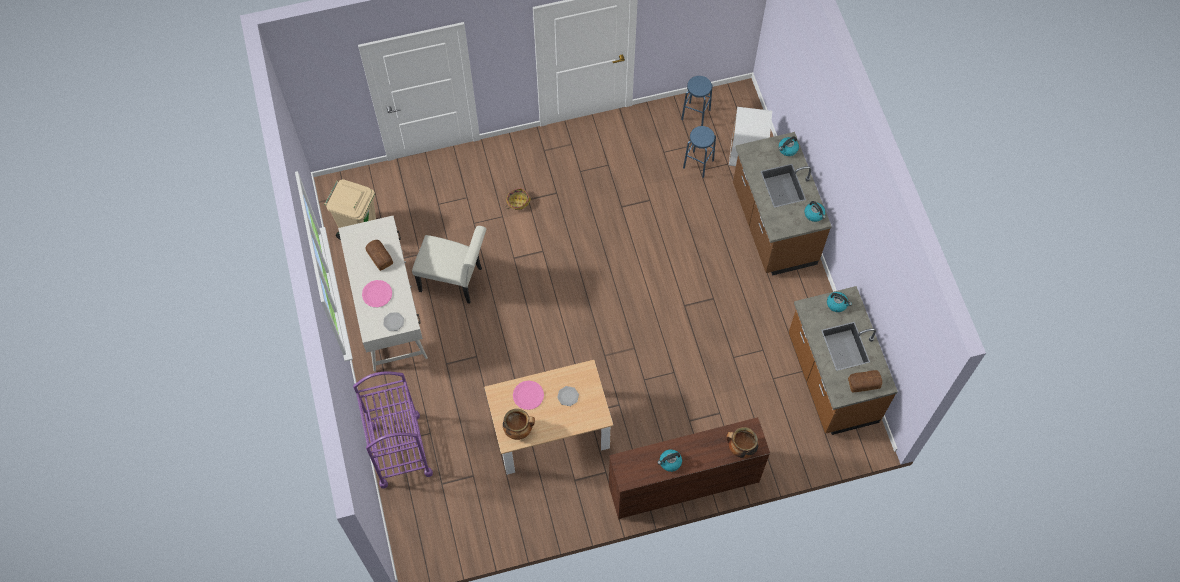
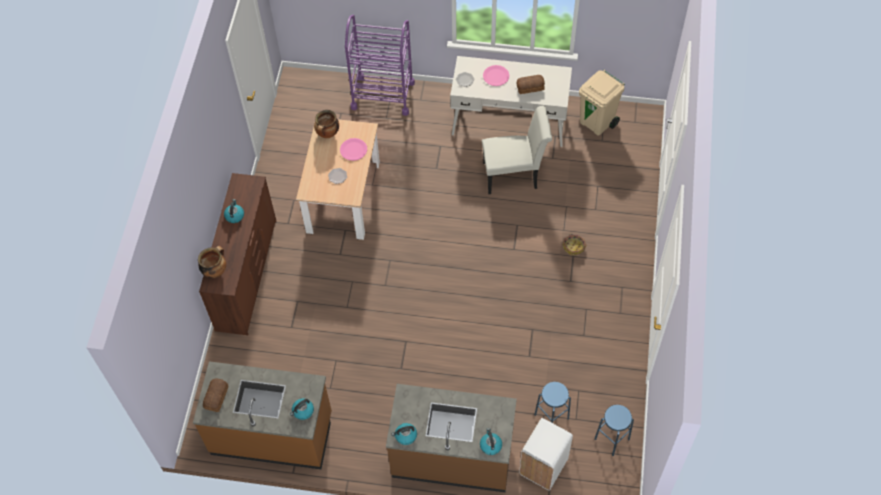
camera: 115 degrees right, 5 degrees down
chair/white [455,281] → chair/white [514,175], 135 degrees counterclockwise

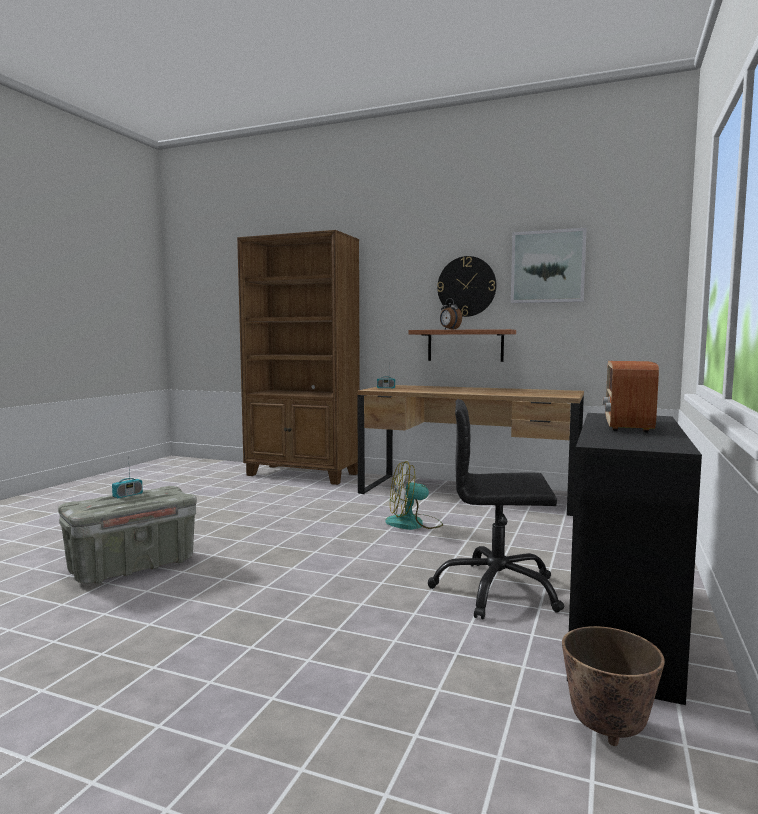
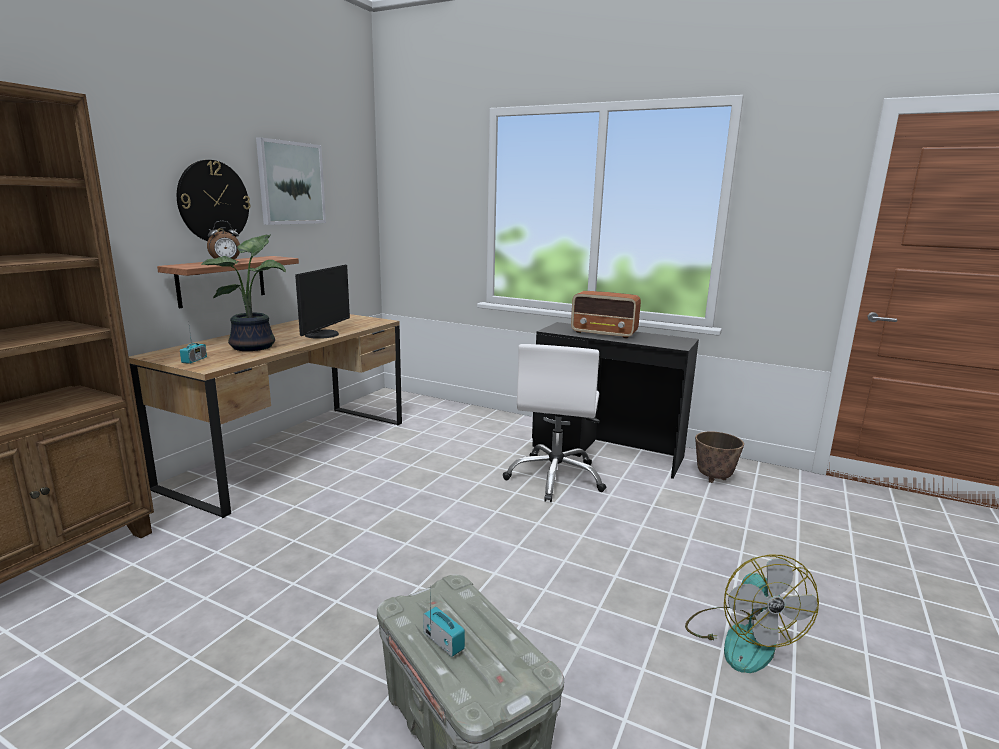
camera: 85 degrees left, 10 degrees up
office chair/black [496,590] → office chair/white [555,478]
fan [413,524] → fan [741,638], moved
- → potted plant [256,346]
- → monitor [323,335]

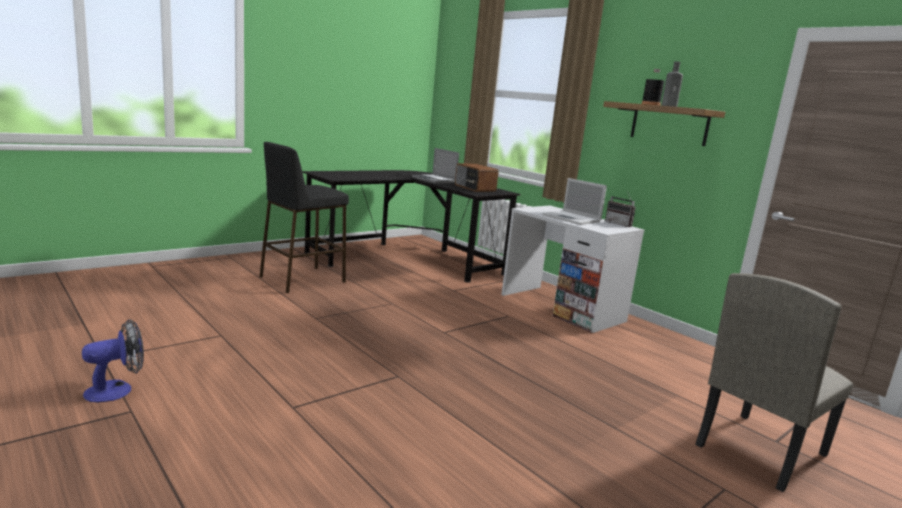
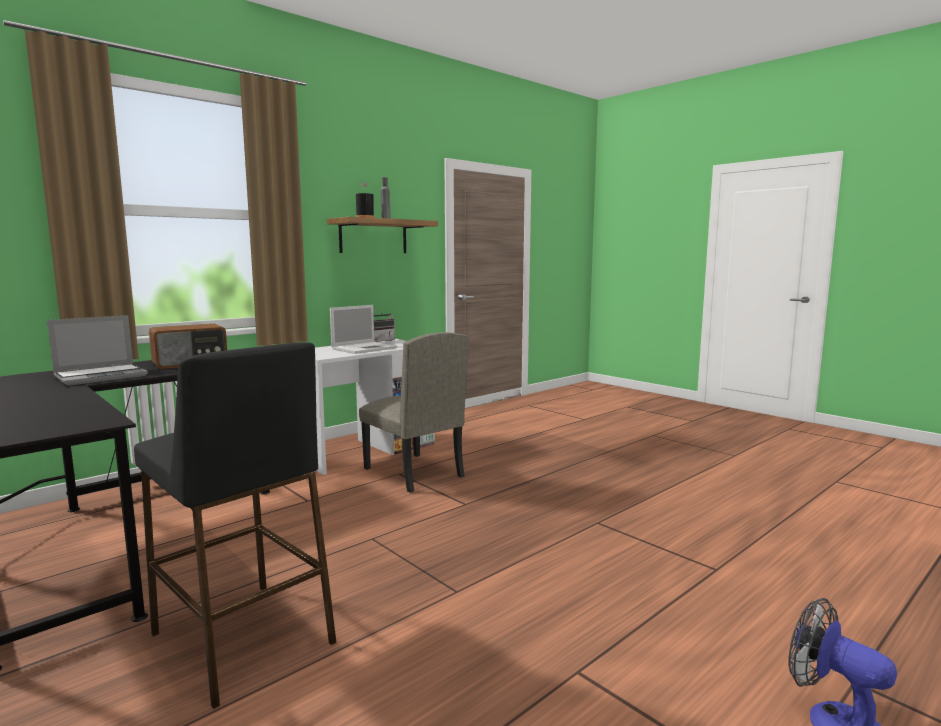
camera: 90 degrees left, 5 degrees down
chair/beige [759,449] → chair/beige [413,472], moved

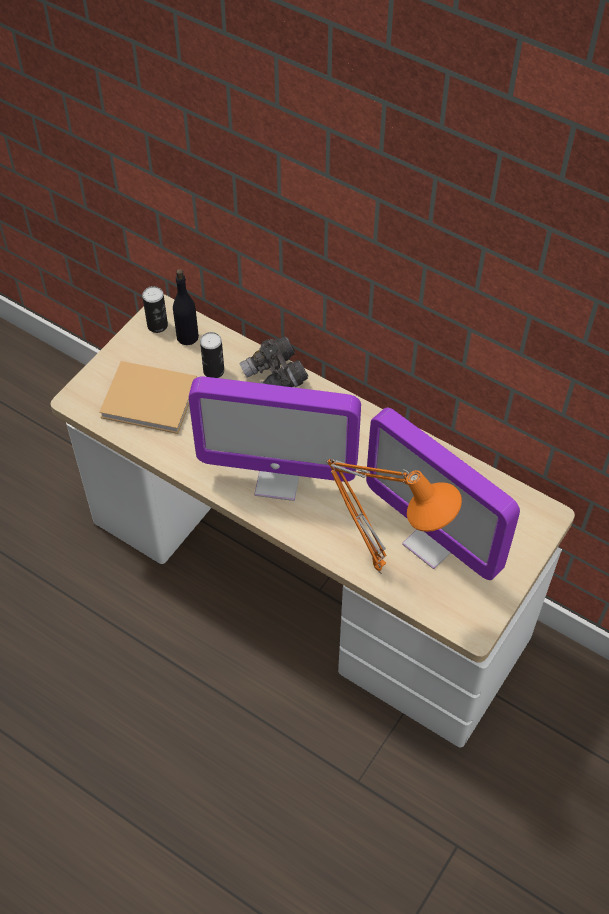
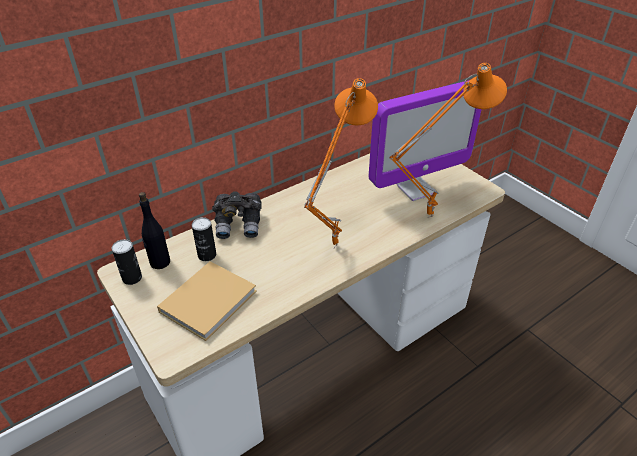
camera: 70 degrees left, 15 degrees down
monitor [278,479] → table lamp/orange [332,245]

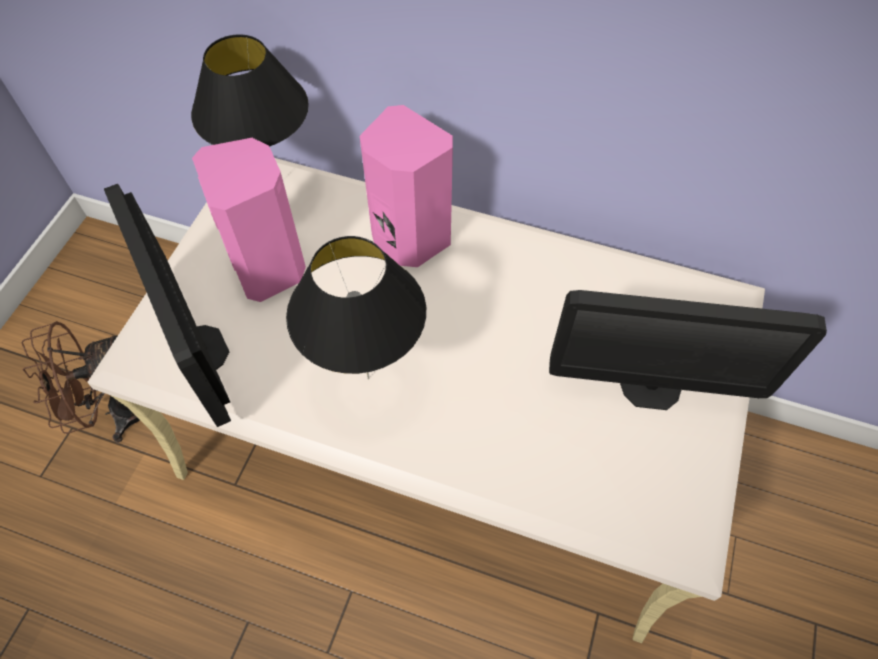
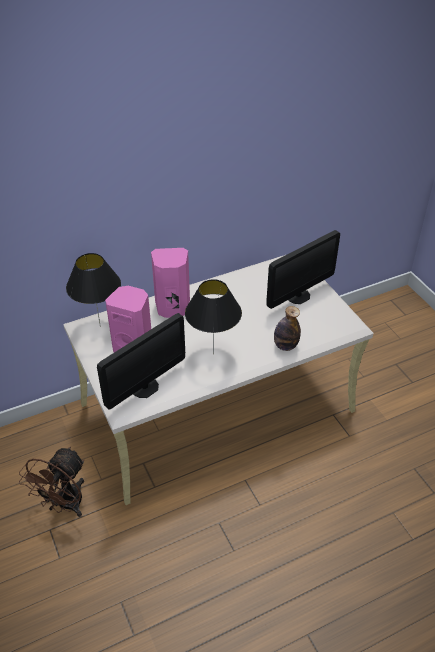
camera: 45 degrees left, 15 degrees down
monitor [201,350] → monitor [145,387], 60 degrees counterclockwise
- → bottle [285,346]

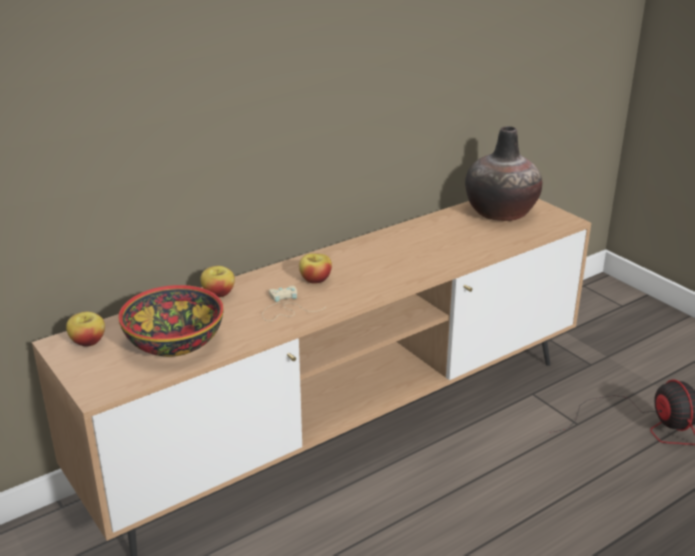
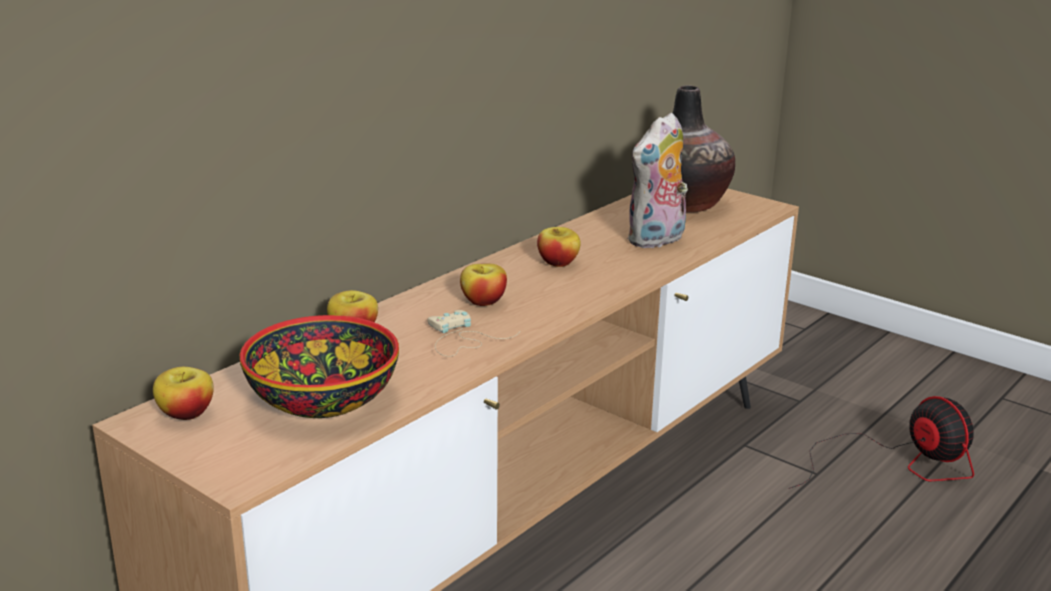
camera: 15 degrees left, 5 degrees down
- → plush toy [657,240]
- → apple [558,262]

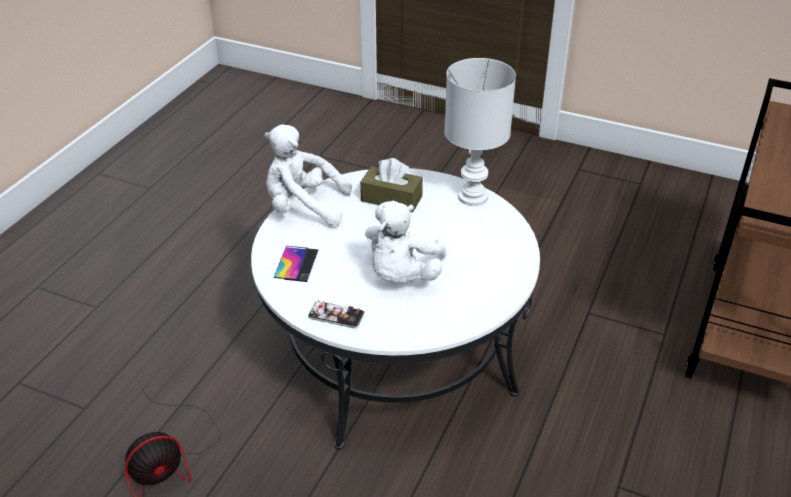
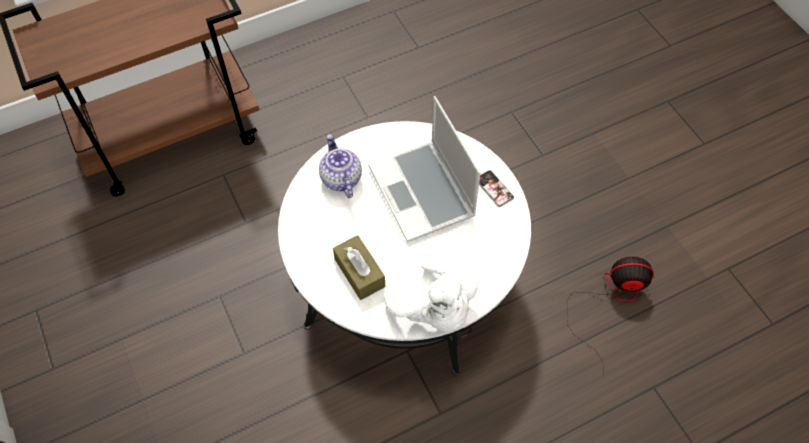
camera: 140 degrees left, 20 degrees up
table lamp/white [472,197] → -
plush toy/white [402,275] → laptop [423,192]
phone [296,264] → -
- → teapot [340,178]

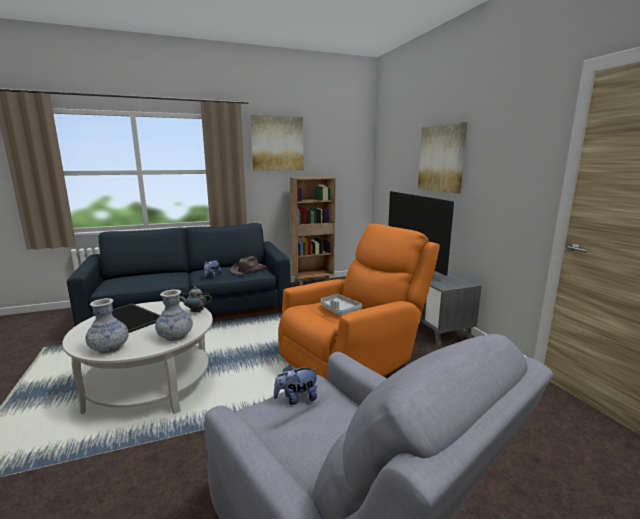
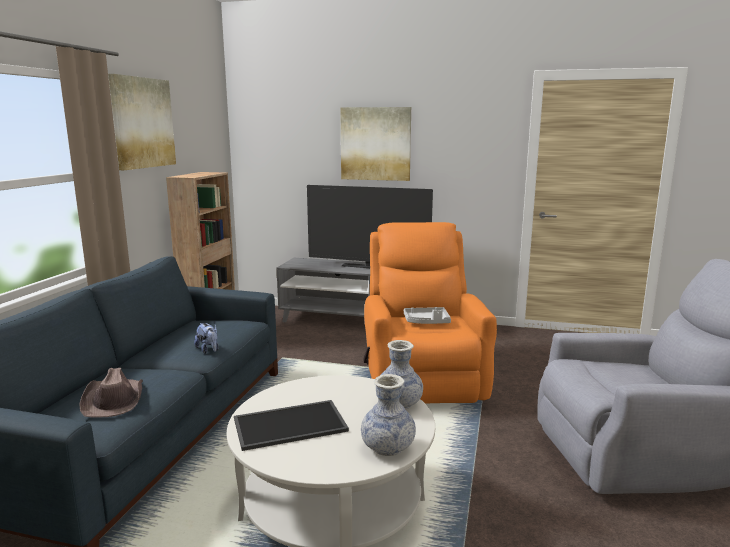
camera: 55 degrees left, 0 degrees up
hat/brown [248,270] → hat/brown [114,400], moved
teapot [196,312] → -
plush toy [296,399] → -

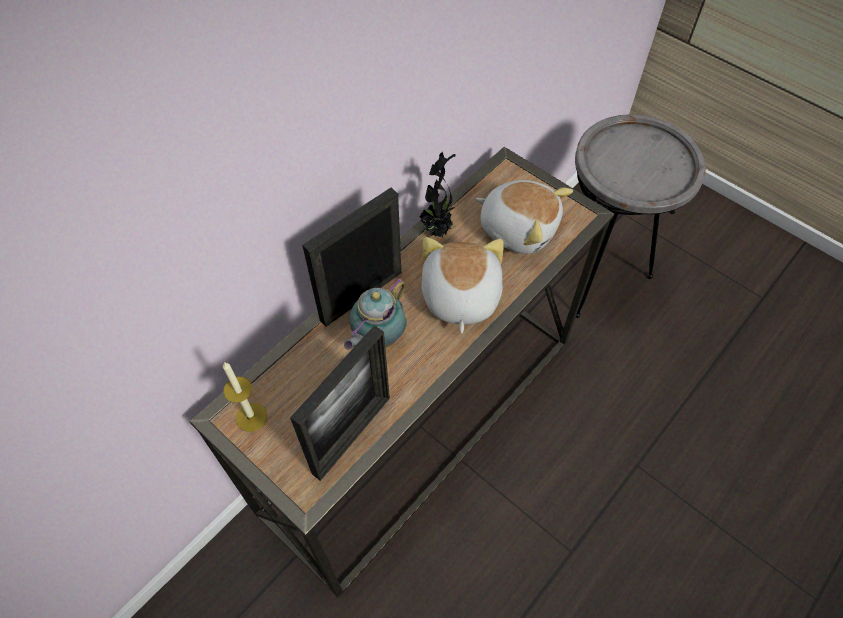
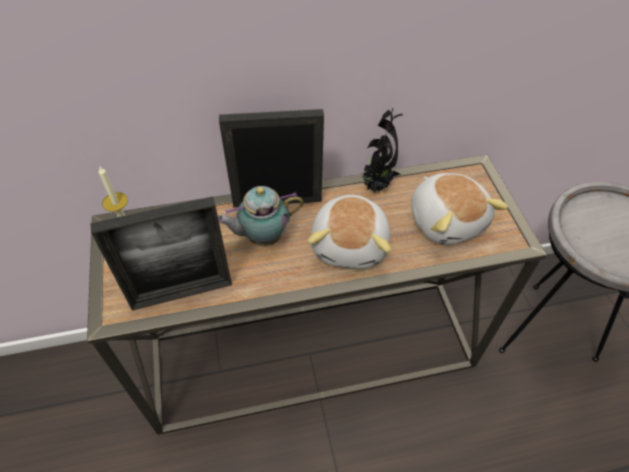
camera: 35 degrees right, 5 degrees down
plush toy [459,297] → plush toy [351,244], 150 degrees clockwise

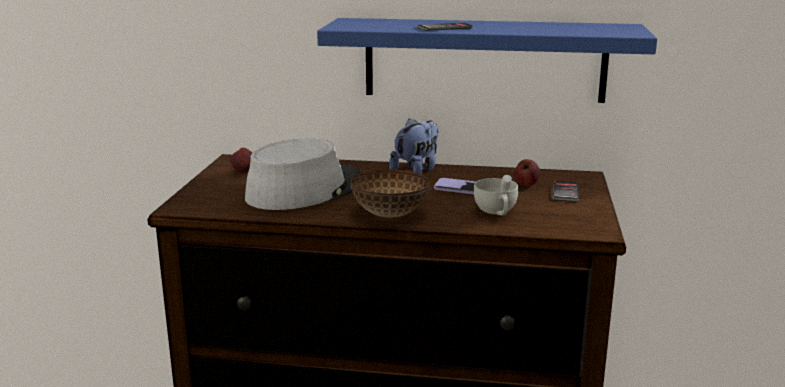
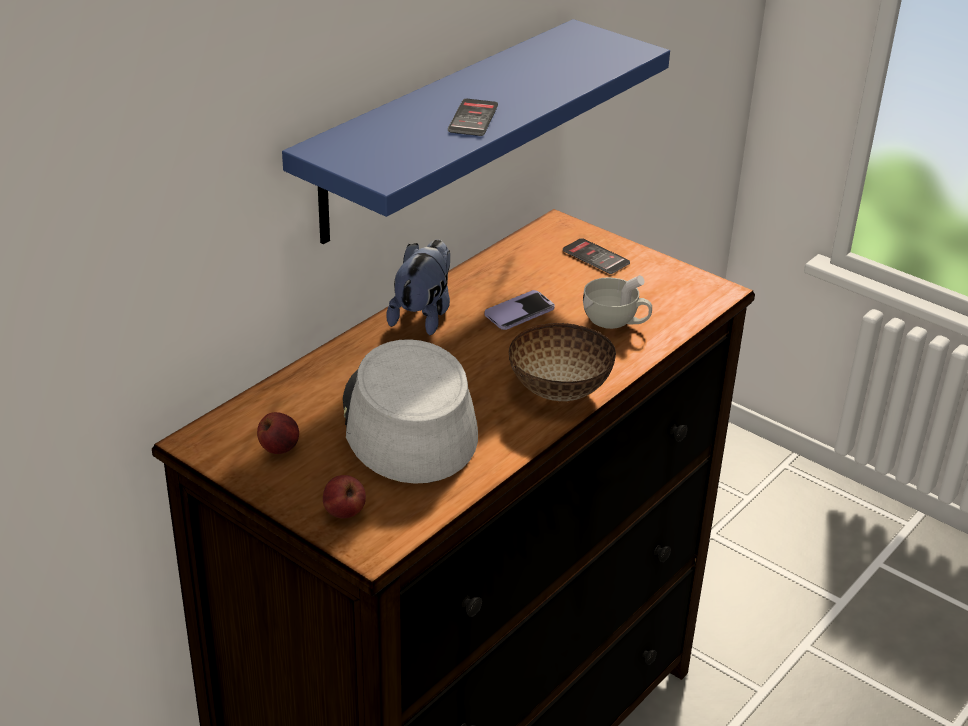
camera: 60 degrees left, 15 degrees up
plush toy [416,170] → plush toy [423,315], 45 degrees clockwise
apple [526,184] → apple [344,513], moved

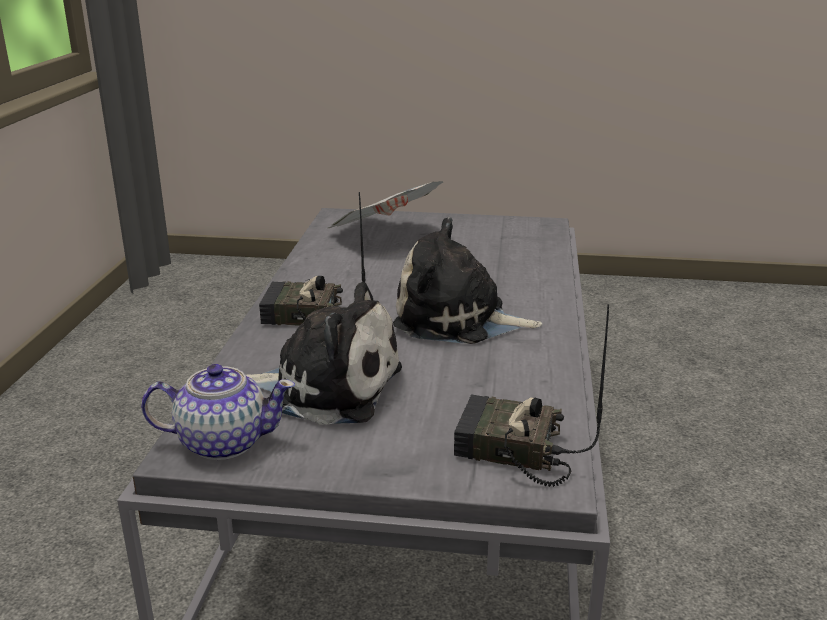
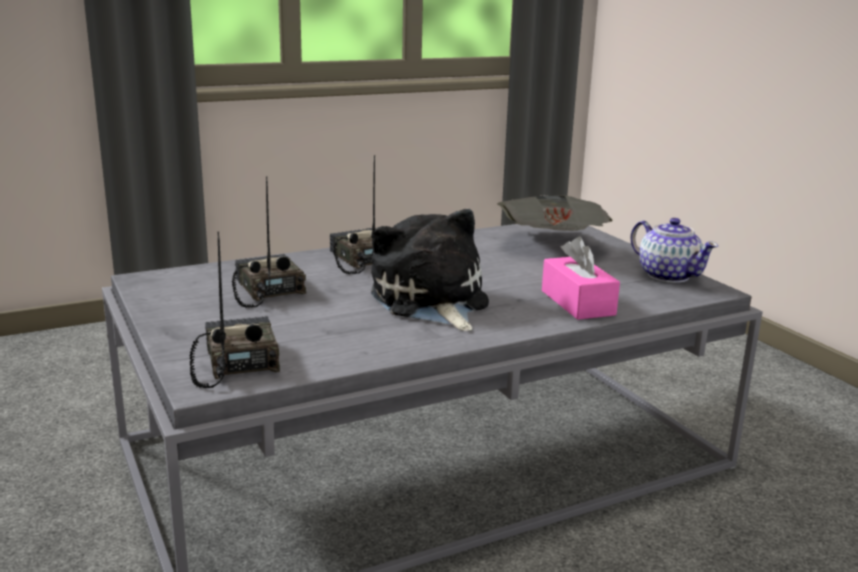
camera: 55 degrees right, 5 degrees down
plush toy [327,387] → radio [265,290]
teapot [222,442] → teapot [668,275], moved
- → tissue box/pink [577,303]

